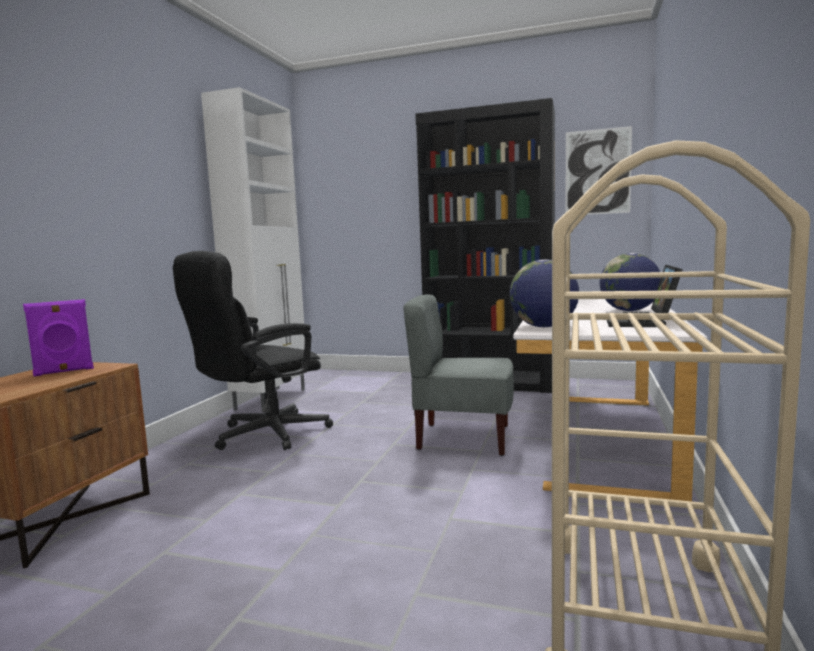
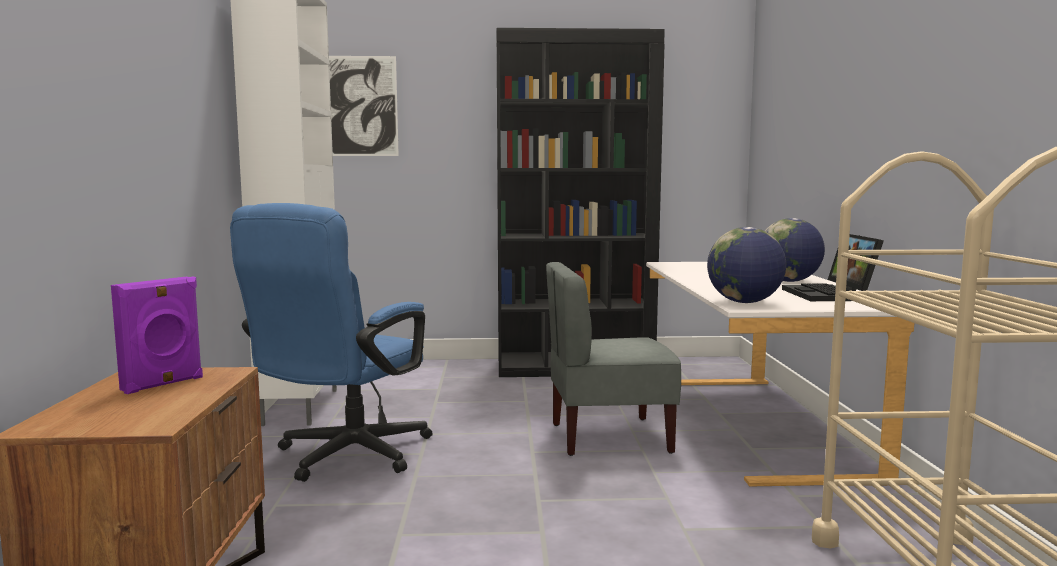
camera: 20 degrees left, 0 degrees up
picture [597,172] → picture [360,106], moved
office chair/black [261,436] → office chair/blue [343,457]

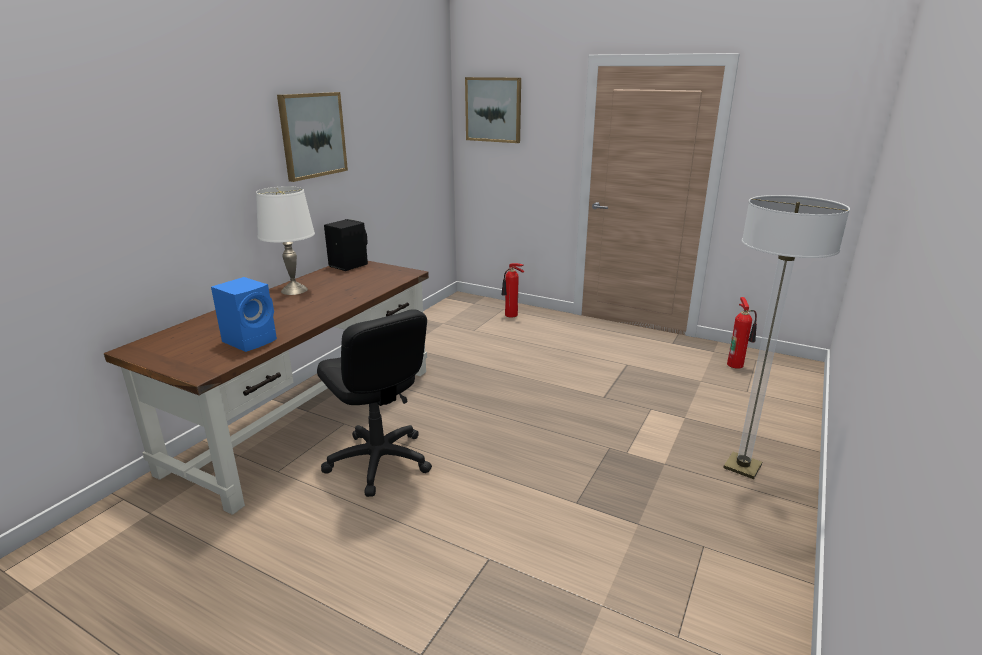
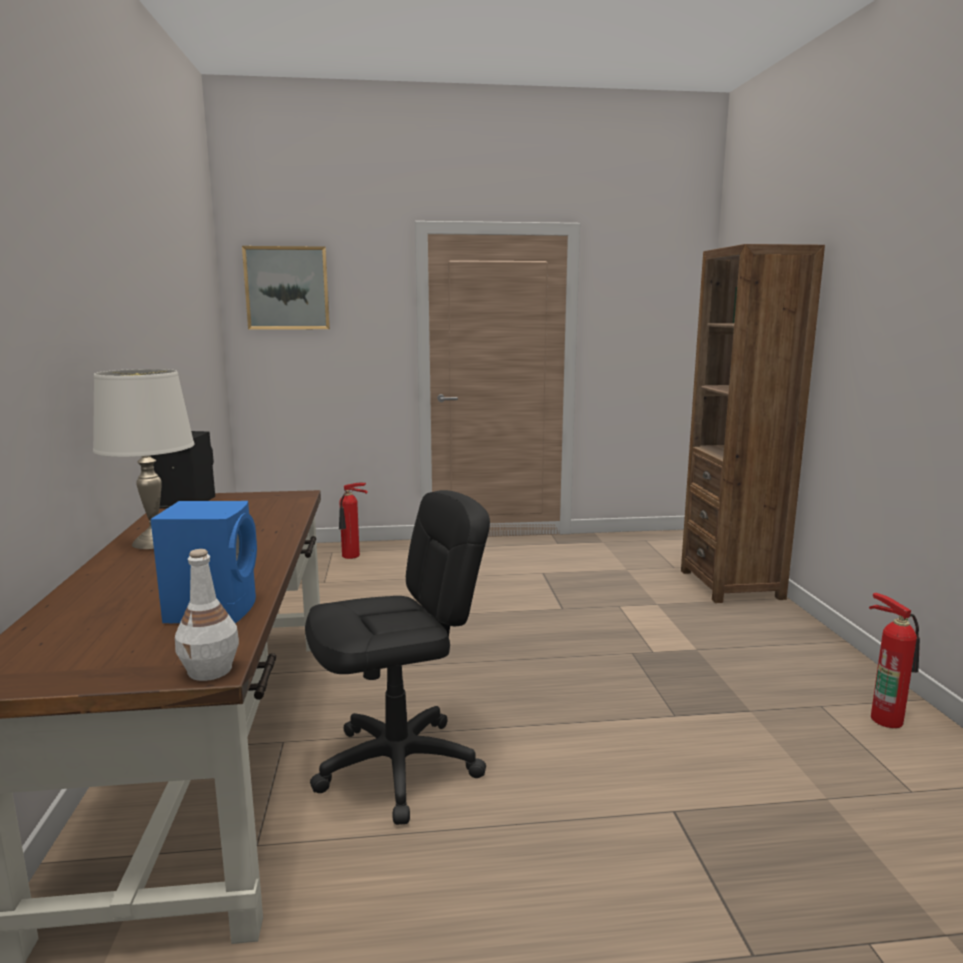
camera: 35 degrees left, 10 degrees down
picture [312,135] → -
floor lamp [742,467] → -
fire extinguisher [736,364] → fire extinguisher [886,718], moved
office chair/black [378,461] → office chair/black [399,767], 45 degrees counterclockwise
- → bookcase/brown [731,584]
- → bottle/white [210,670]

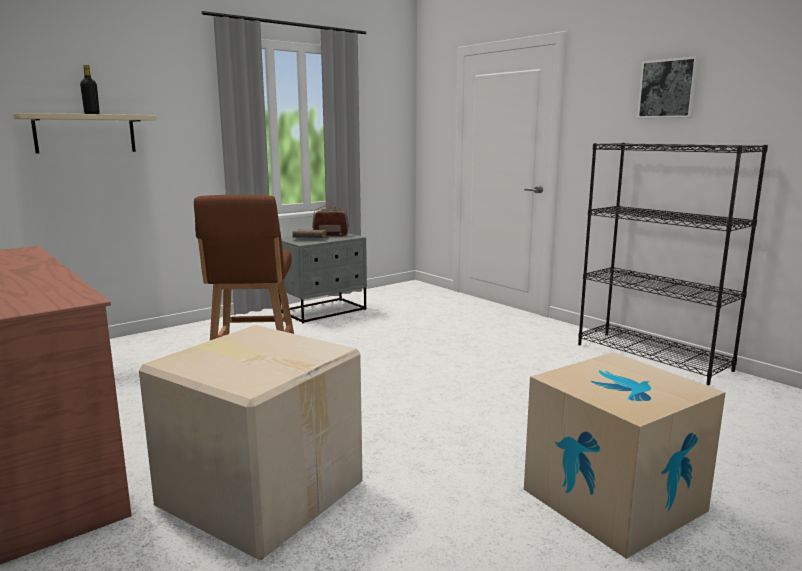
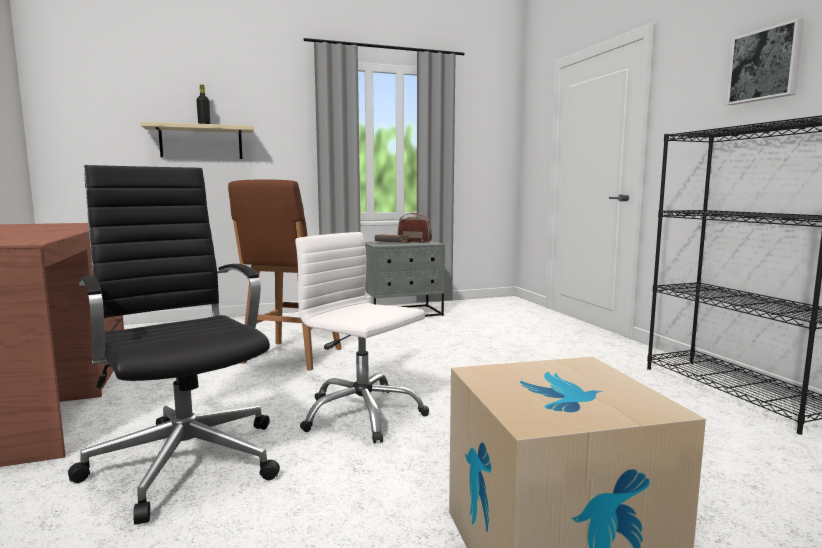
camera: 20 degrees right, 5 degrees down
cardboard box [262,493] → office chair/black [186,459]
- → office chair/white [362,414]

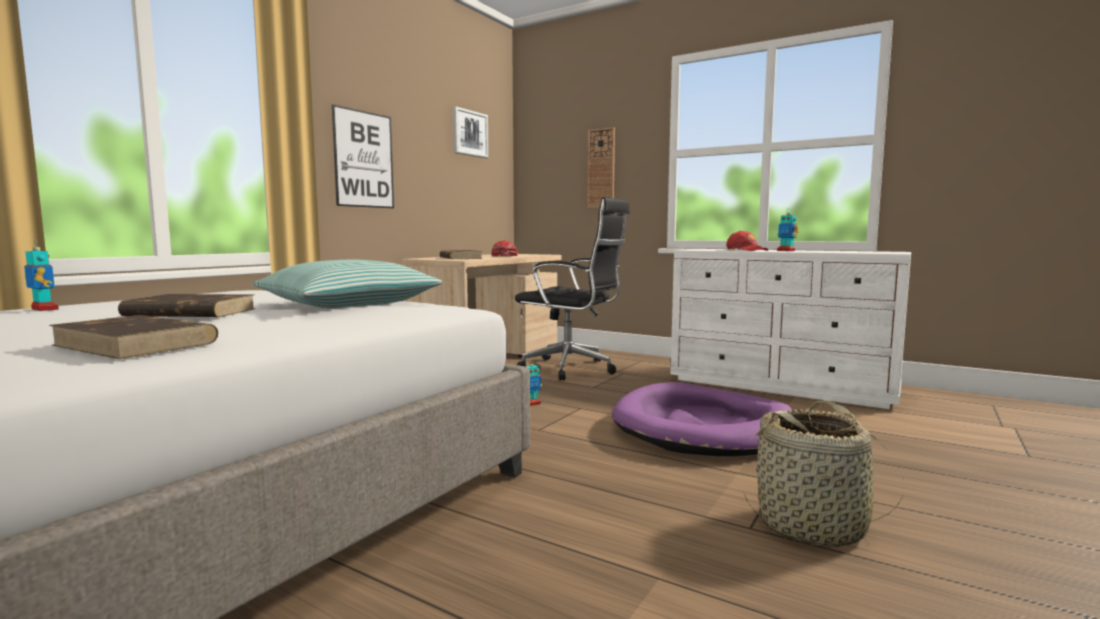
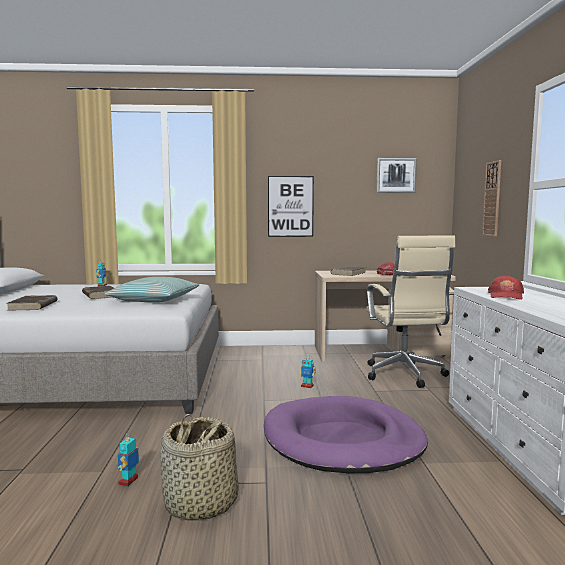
camera: 55 degrees right, 0 degrees up
office chair/black [573,369] → office chair/beige [405,375]
toy robot [786,250] → toy robot [128,481], moved

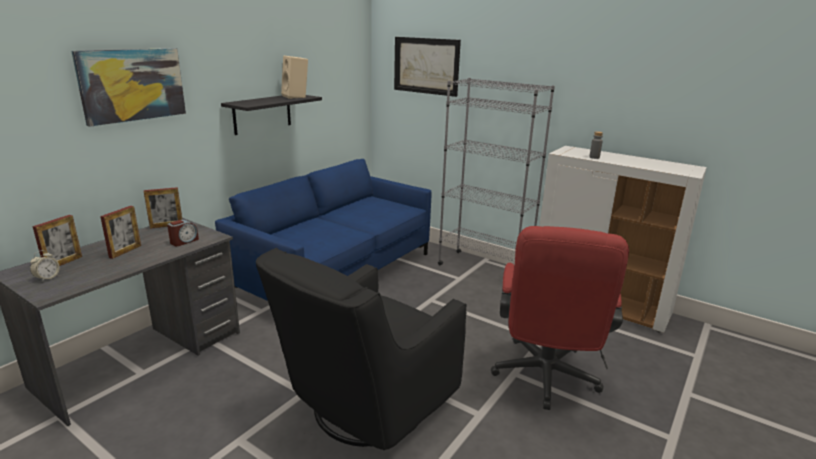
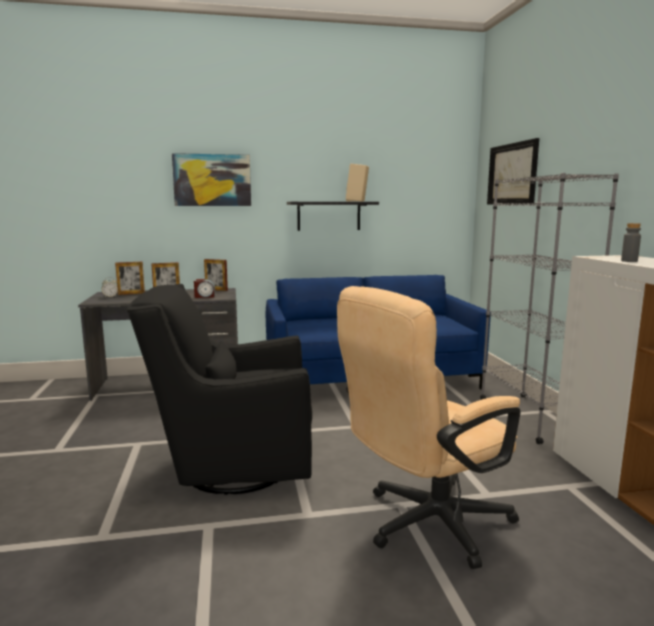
camera: 45 degrees right, 10 degrees down
office chair/red [544,379] → office chair/beige [425,525]

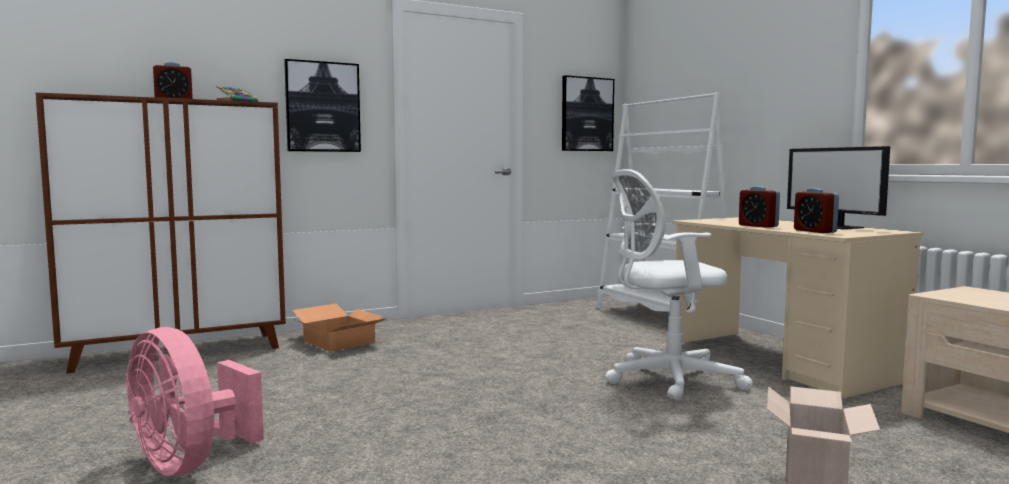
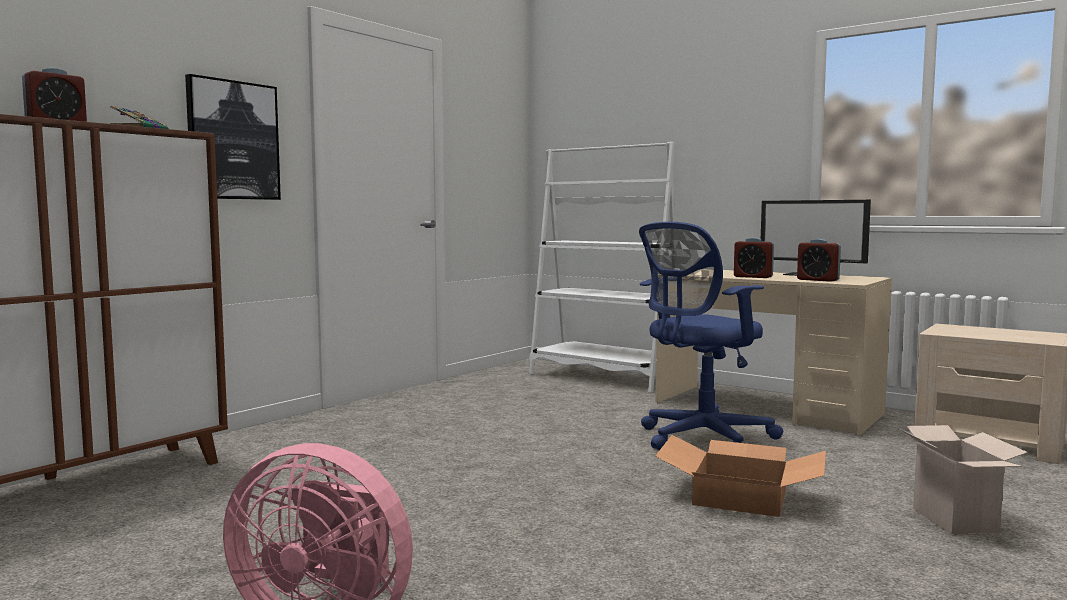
camera: 25 degrees left, 0 degrees up
picture [586,114] → -
office chair/white [667,380] → office chair/blue [701,439]
cardboard box [340,341] → cardboard box [741,496], moved

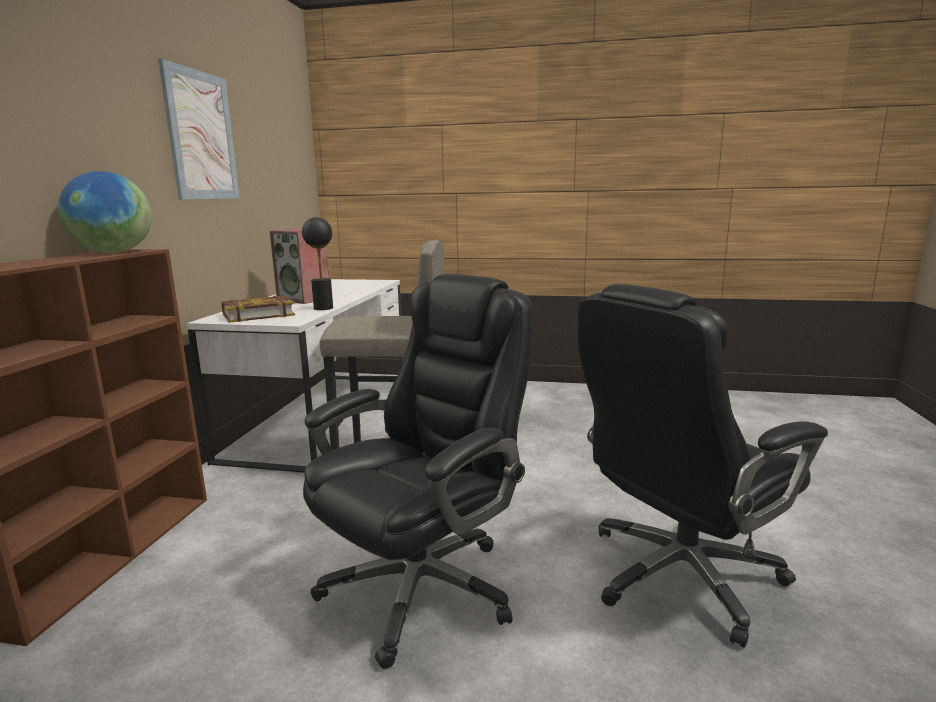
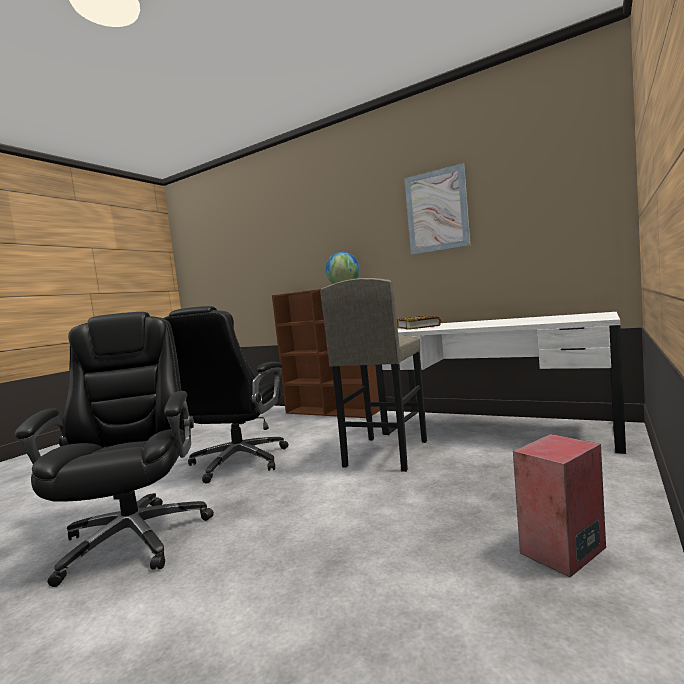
camera: 110 degrees right, 10 degrees down
table lamp/black [323,308] → -
speaker [304,299] → speaker [563,551], moved
office chair/black [423,585] → office chair/black [237,462], 45 degrees clockwise

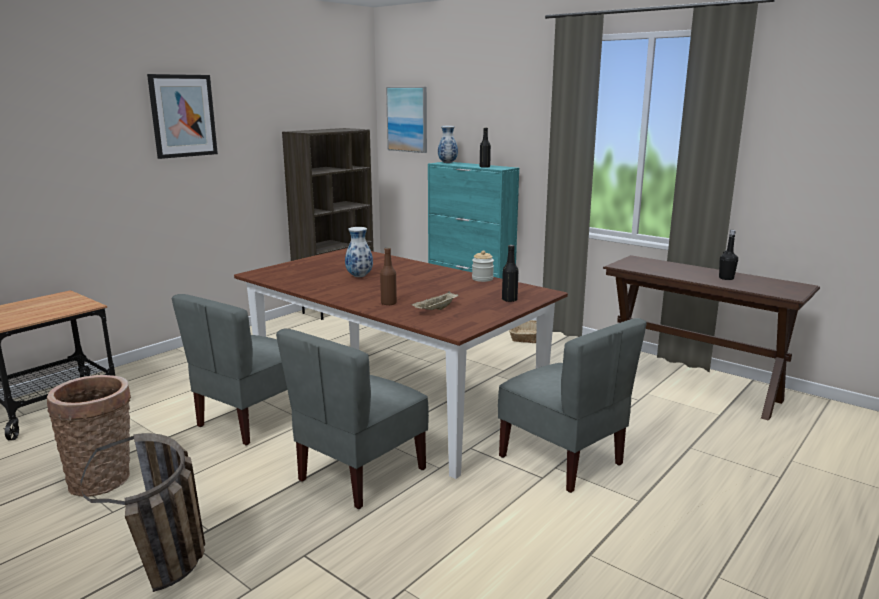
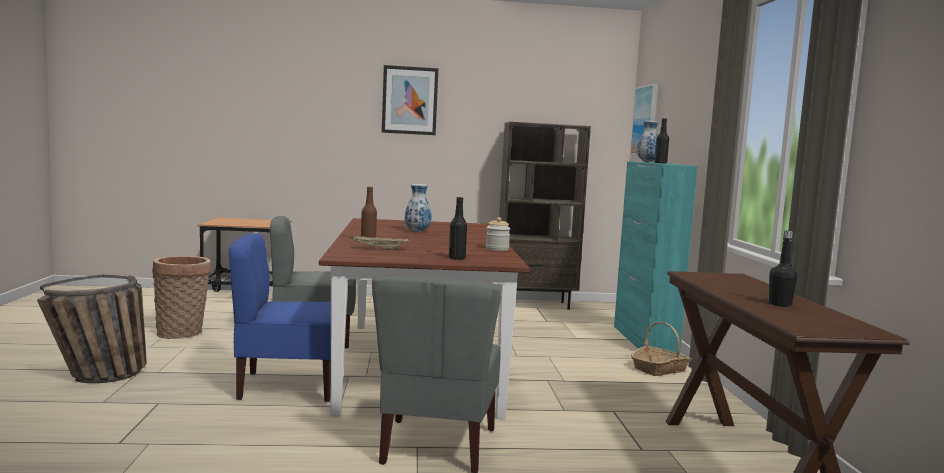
camera: 45 degrees right, 10 degrees down
chair/grey [360,474] → chair/blue [287,386]

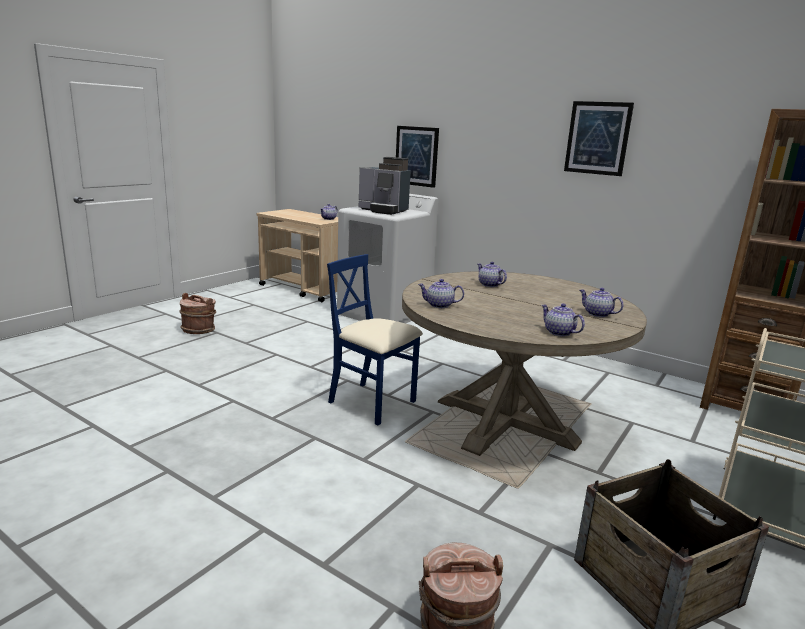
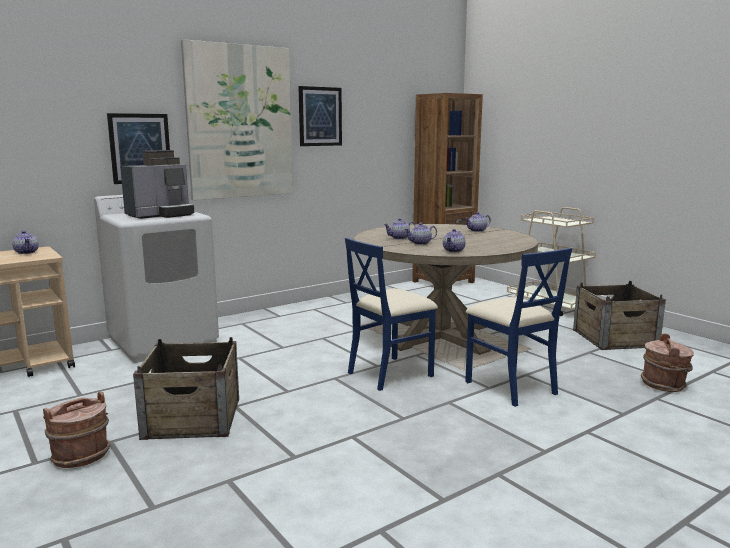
camera: 70 degrees left, 5 degrees down
teapot [558,332] → teapot [420,243], moved
- → picture [240,122]
- → chair/blue [511,386]
- → crate [192,417]

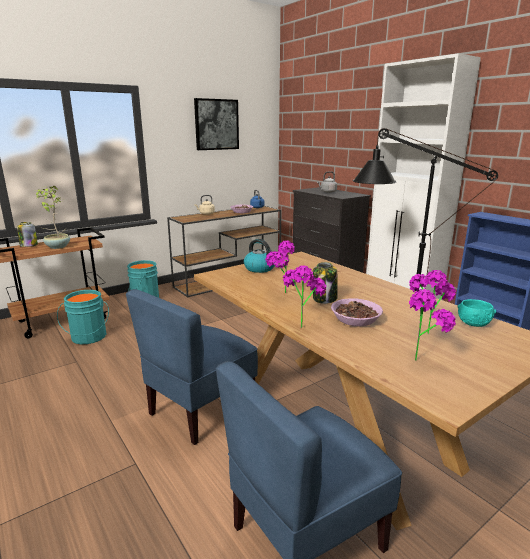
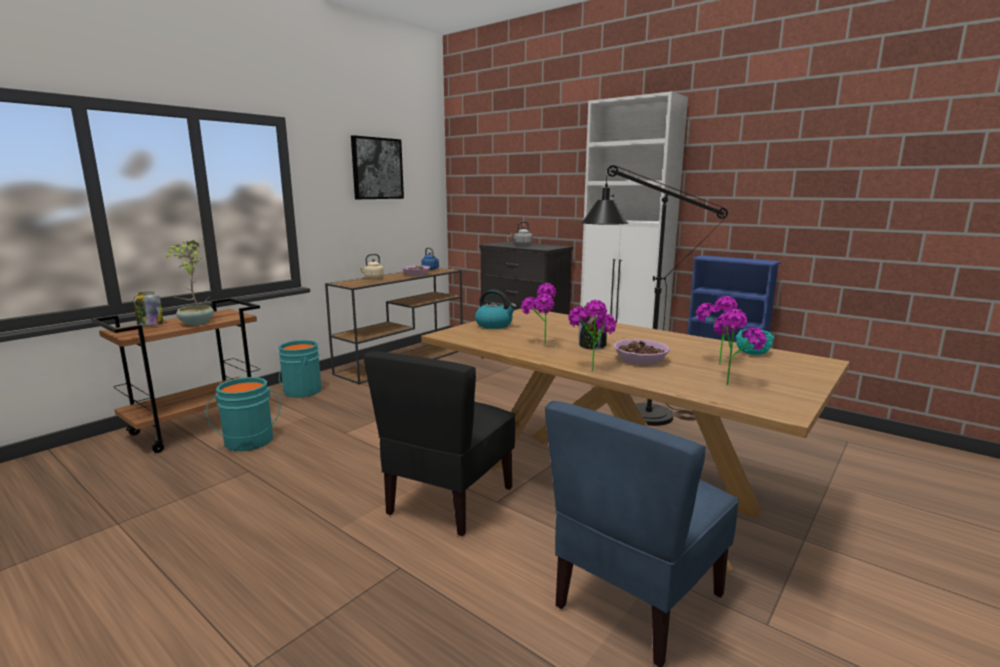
camera: 15 degrees left, 5 degrees down
chair/blue [201,410] → chair/black [448,500]

